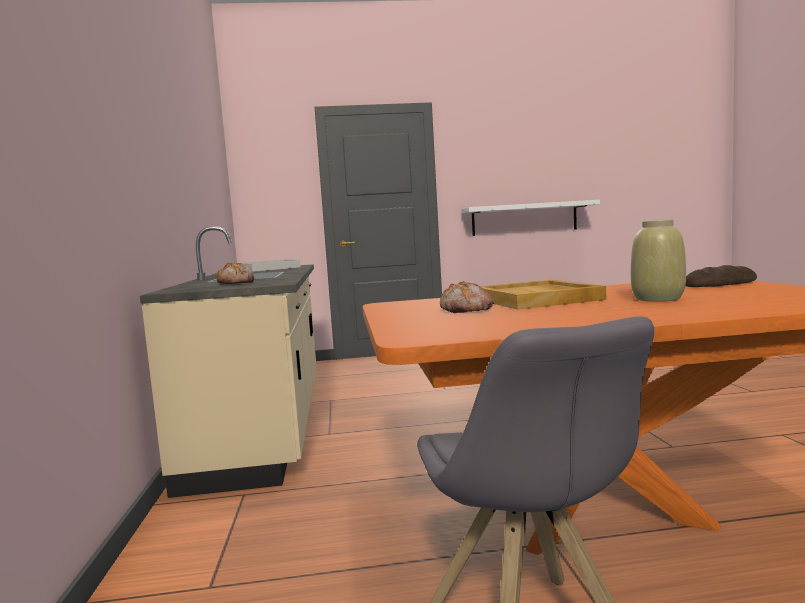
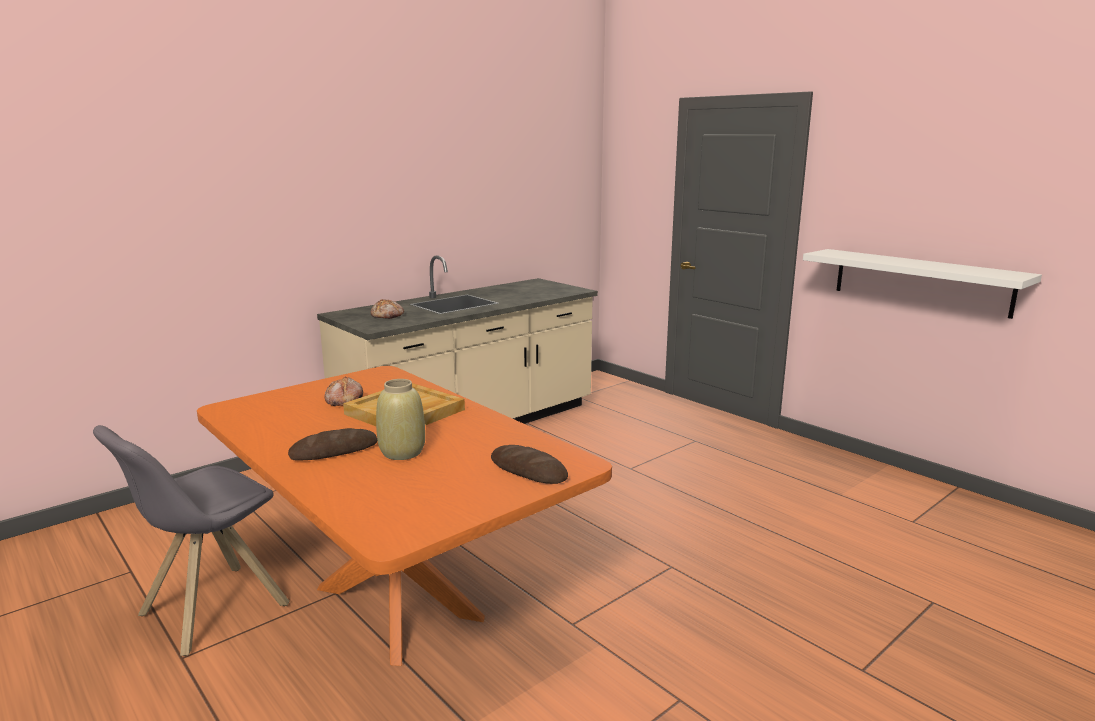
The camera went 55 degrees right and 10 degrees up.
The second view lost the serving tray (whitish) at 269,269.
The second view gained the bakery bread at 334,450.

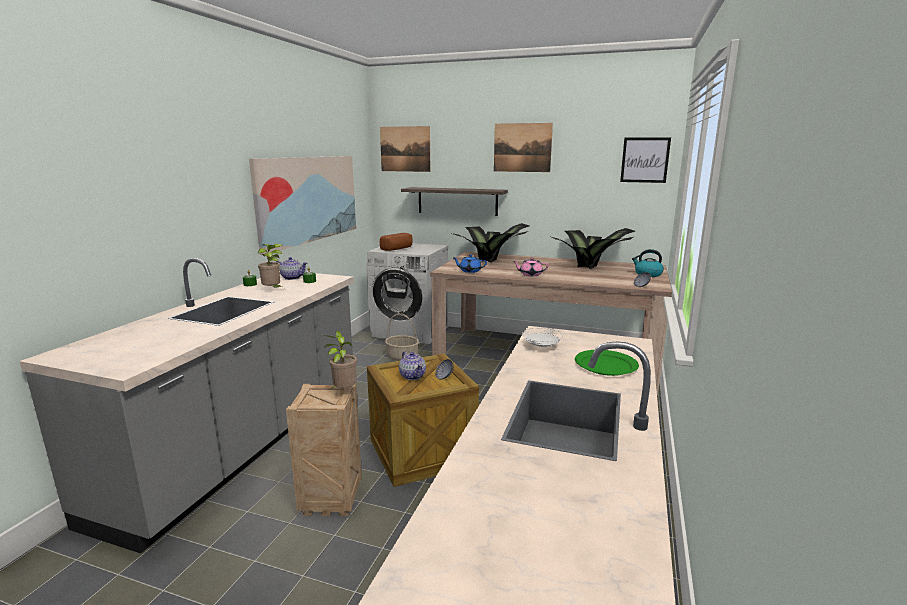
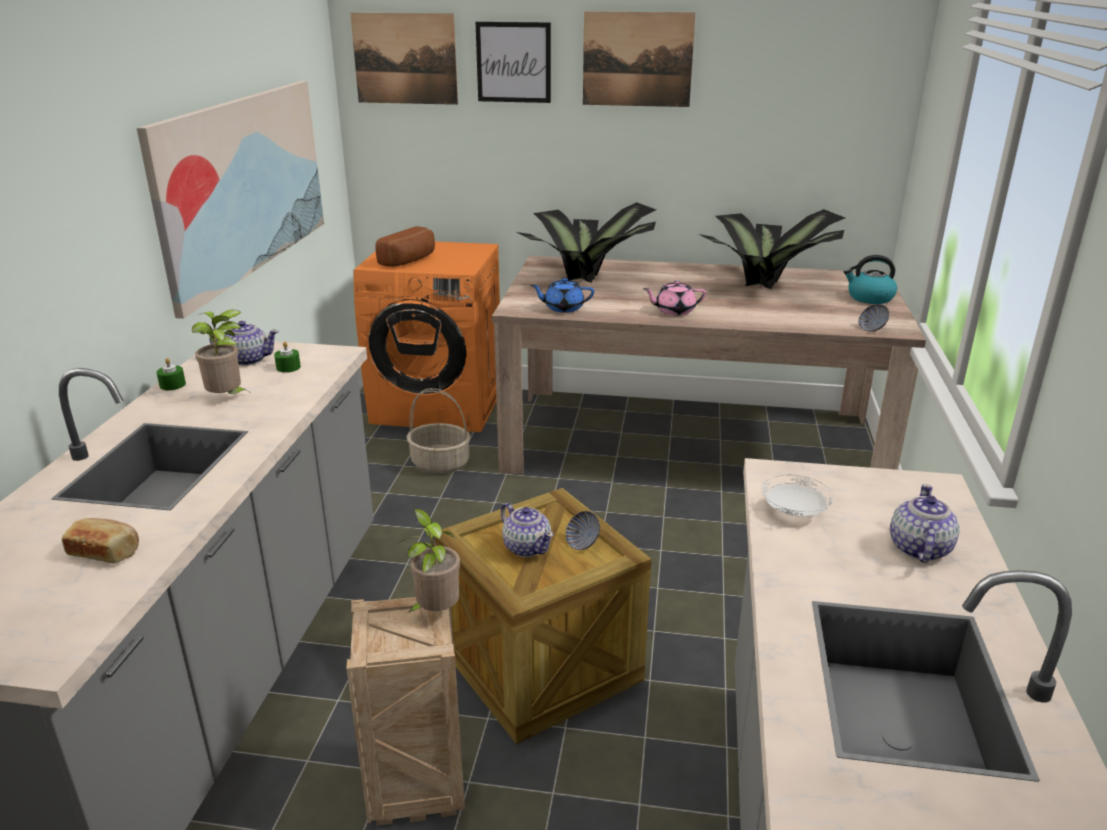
The camera went 10 degrees left and 10 degrees up.
The second view lost the bracket shelf at 457,201.
The second view gained the bakery bread at 105,552.
The wall picture ended up elsewhere, having gone from 645,160 to 513,62.
Where the flat dish (green-coloured) stood at 605,365, the pot for tea came to stand at 918,549.
What was the laundry appliance (whitish) at 411,333 turned into the laundry appliance (orange-coloured) at 438,409.

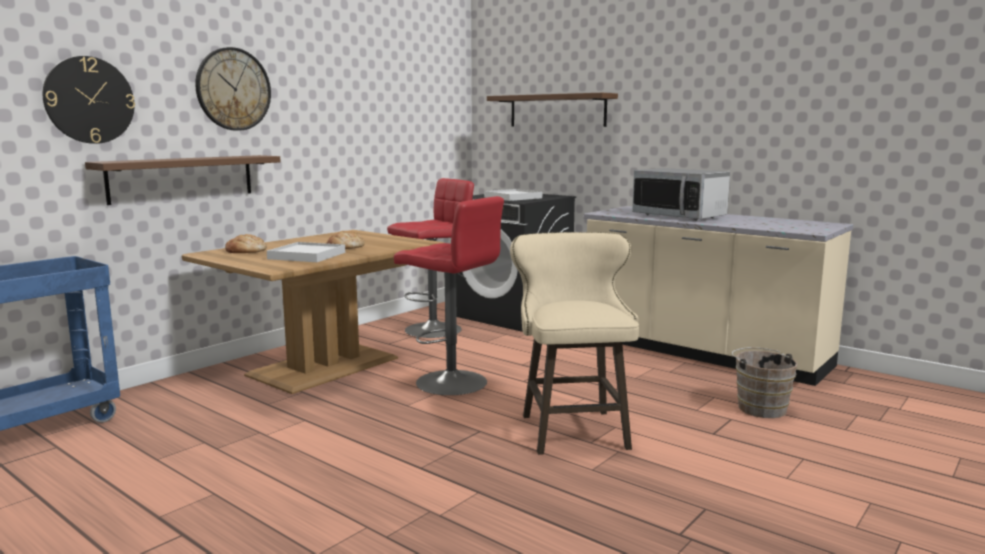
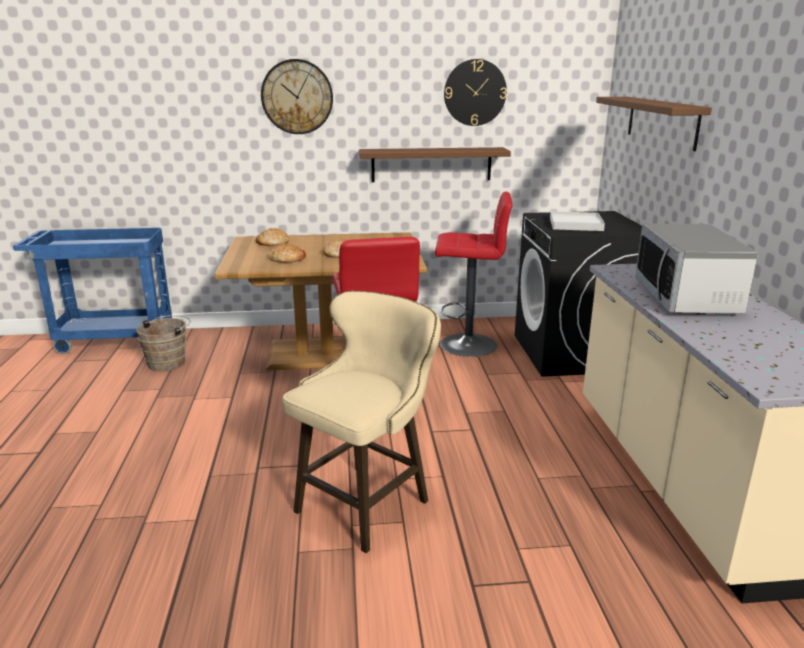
The camera went 45 degrees right and 10 degrees up.
The hanging clock ended up elsewhere, having gone from 89,100 to 475,92.
The bracket shelf (brown) ended up elsewhere, having gone from 182,178 to 431,164.
The bucket (brown) ended up elsewhere, having gone from 760,407 to 169,362.
Where the serving tray (whitish) stood at 307,256, the bakery bread came to stand at 287,258.

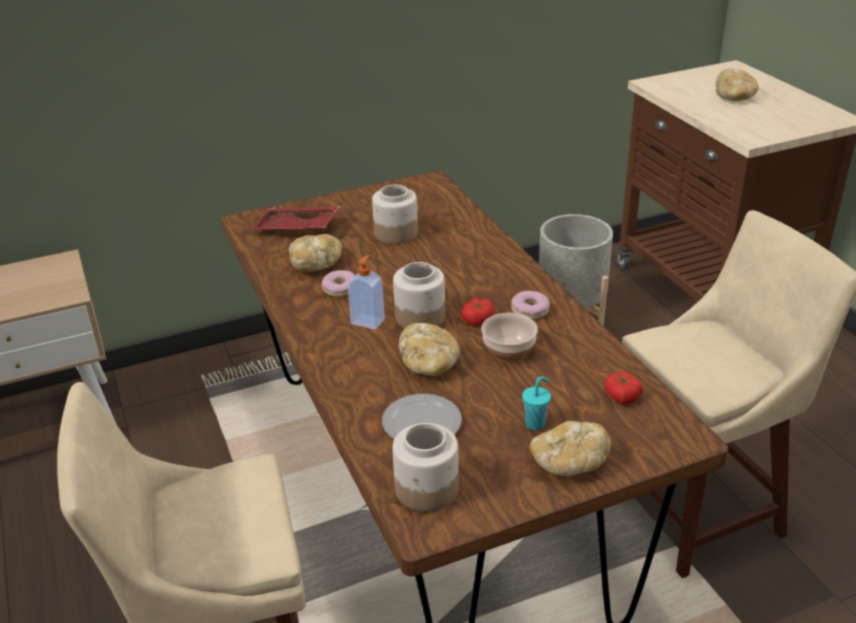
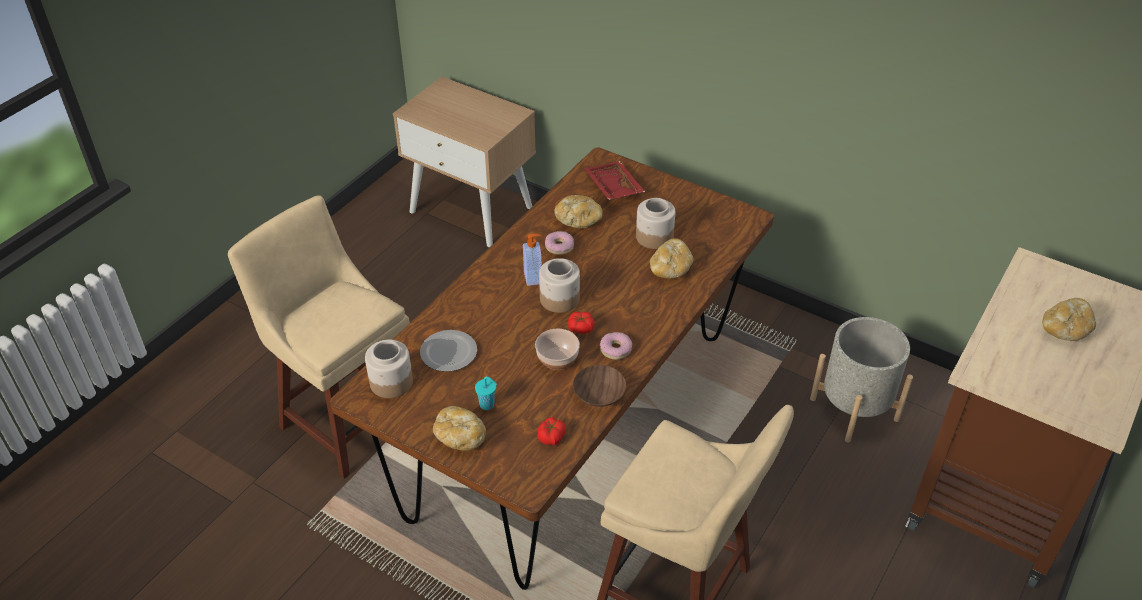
The camera went 55 degrees right and 10 degrees up.
The second view gained the serving bowl (brown) at 599,395.
The bakery bread ended up elsewhere, having gone from 429,363 to 670,269.

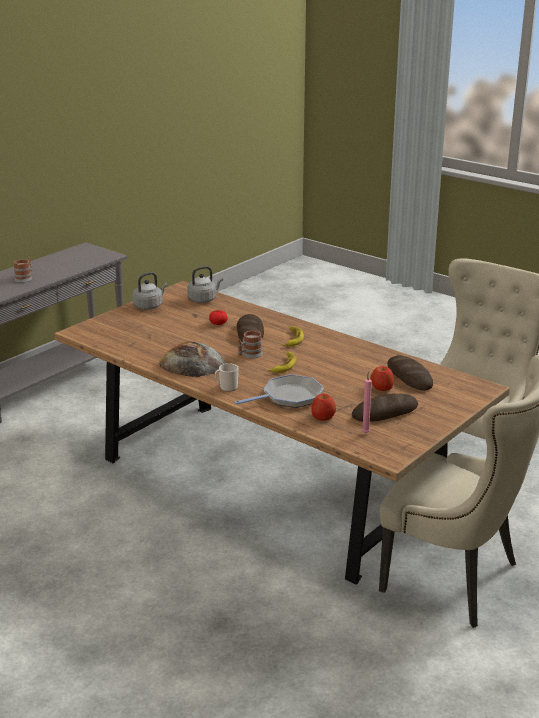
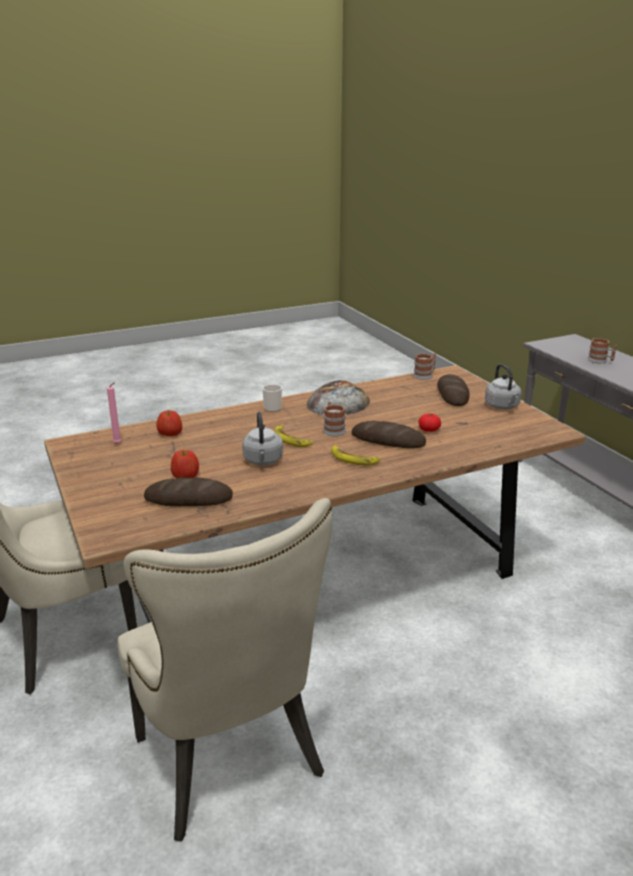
The camera went 115 degrees right and 0 degrees up.
The second view lost the pan at 289,397.
The second view gained the mug at 425,375.
The tea kettle (greyish) ended up elsewhere, having gone from 203,299 to 263,461.
The bakery bread ended up elsewhere, having gone from 385,412 to 452,394.

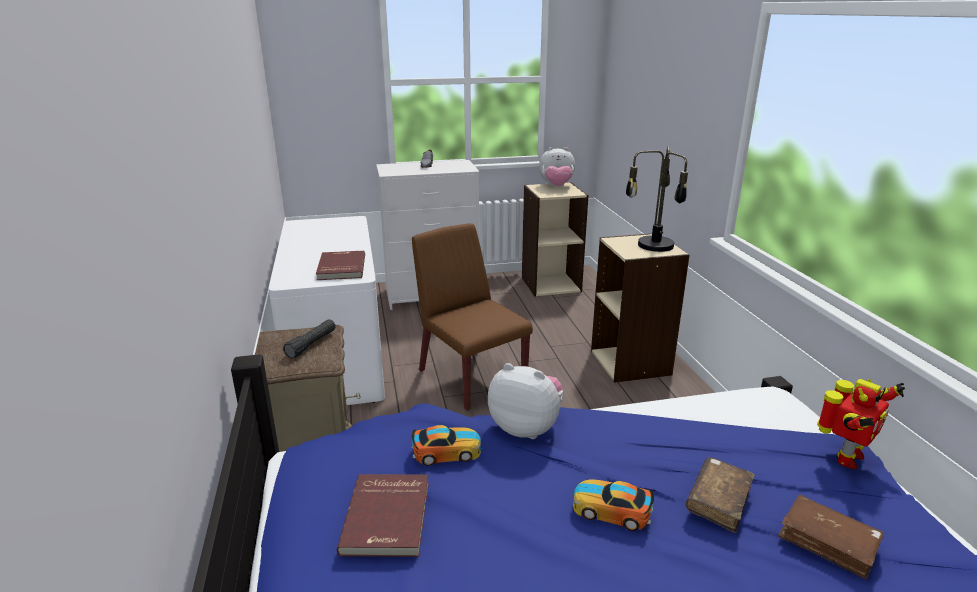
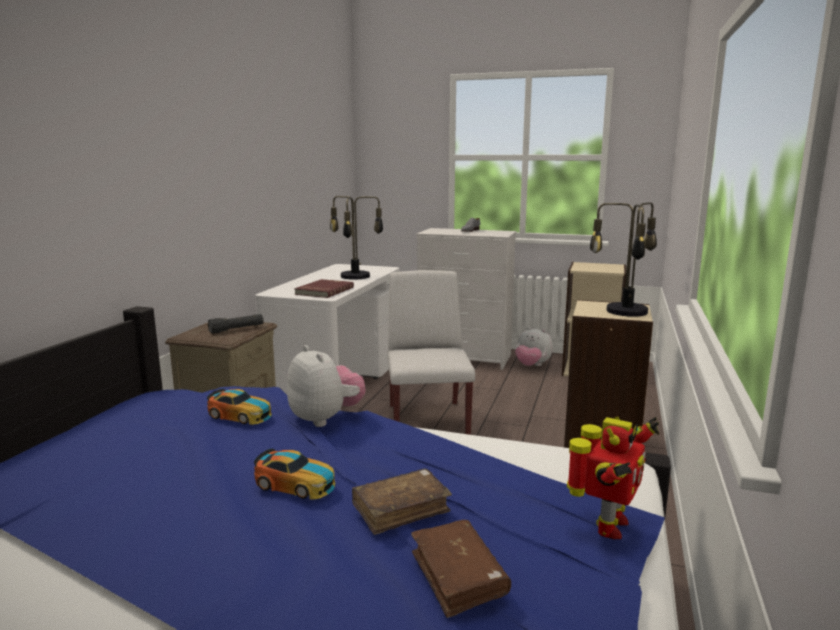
The camera went 30 degrees right and 10 degrees down.
The second view lost the bound book (red-coloured) at 388,517.
The second view gained the table lamp at 354,276.
The soft toy ended up elsewhere, having gone from 556,186 to 532,366.
What was the plain chair (brown) at 471,378 turned into the plain chair (whitish) at 427,421.
The toy car at 611,510 ended up facing another way, 150 degrees clockwise from before.
The model robot at 846,458 ended up facing another way, 45 degrees counterclockwise from before.

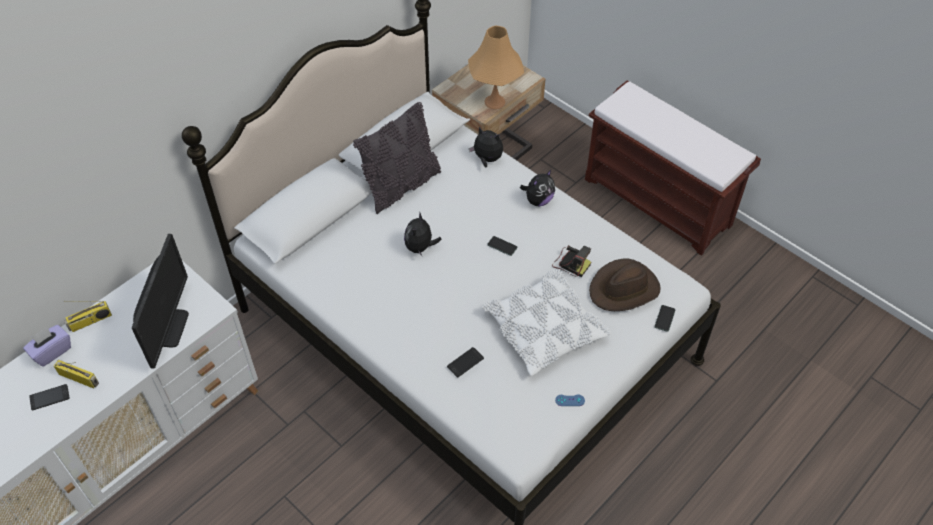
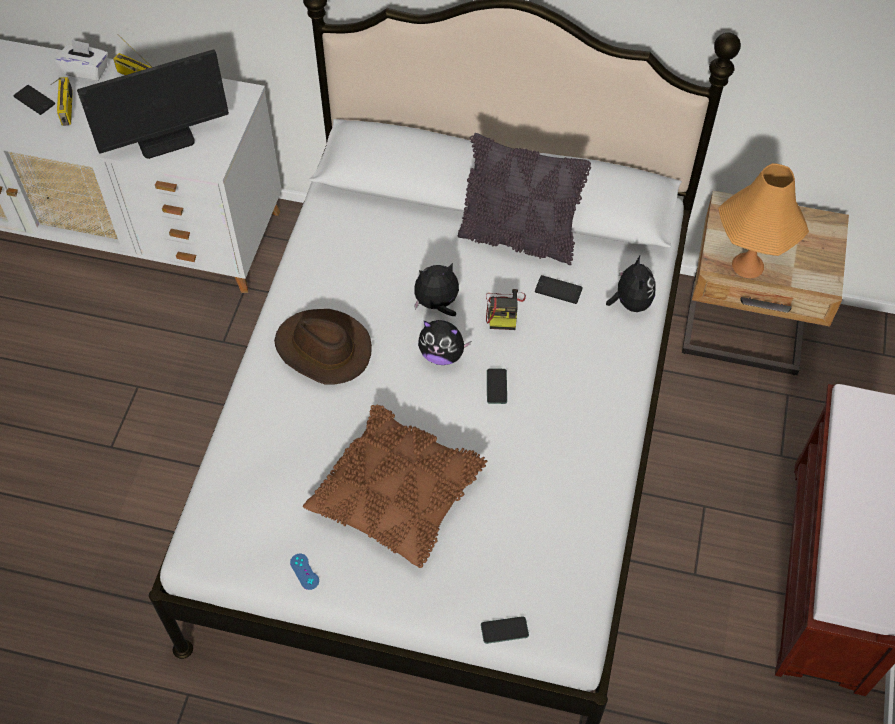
The camera went 60 degrees right and 5 degrees up.
The handset ended up elsewhere, having gone from 465,362 to 558,290.
The soft toy ended up elsewhere, having gone from 538,200 to 442,354.
The still camera ended up elsewhere, having gone from 570,263 to 504,310.
The hat (brown) ended up elsewhere, having gone from 624,289 to 323,349.
What was the box of tissues (purplish) at 52,351 turned into the box of tissues (whitish) at 86,71.
What was the cushion (whitish) at 544,329 turned into the cushion (brown) at 397,493.

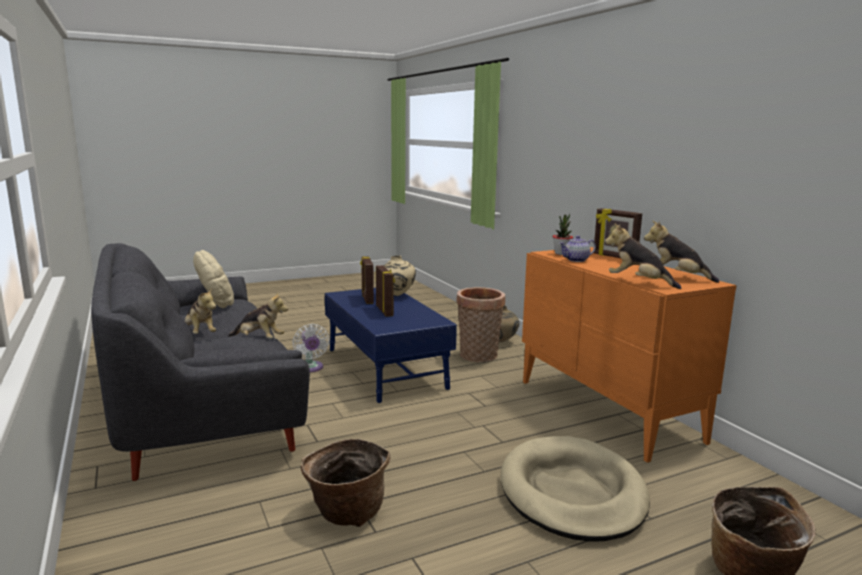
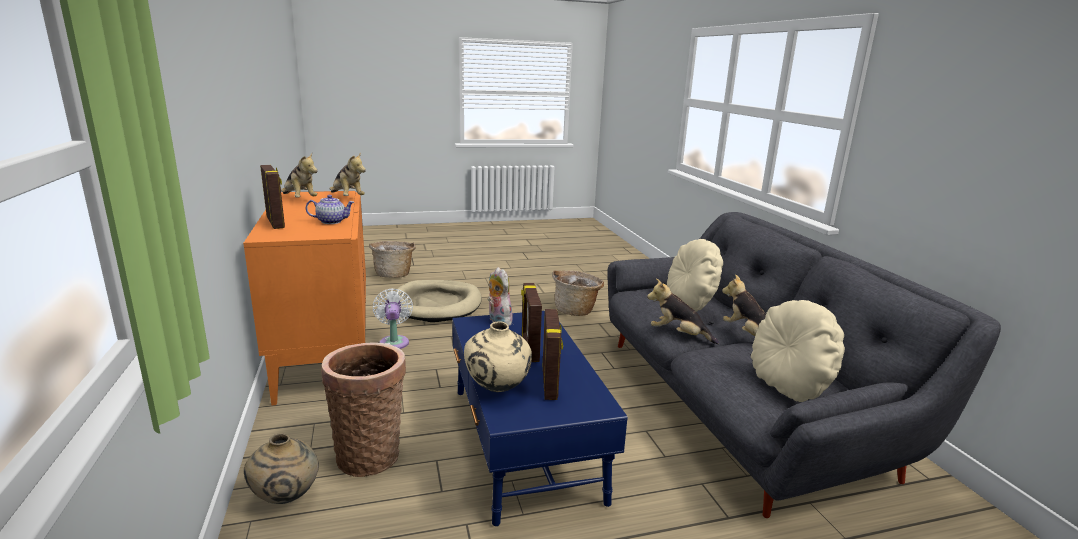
The camera went 170 degrees left and 5 degrees up.
The second view lost the potted plant at 561,253.
The second view gained the soft toy at 498,321.
The second view gained the cushion (beige) at 689,305.
The cooling fan (whitish) ended up elsewhere, having gone from 310,368 to 394,341.

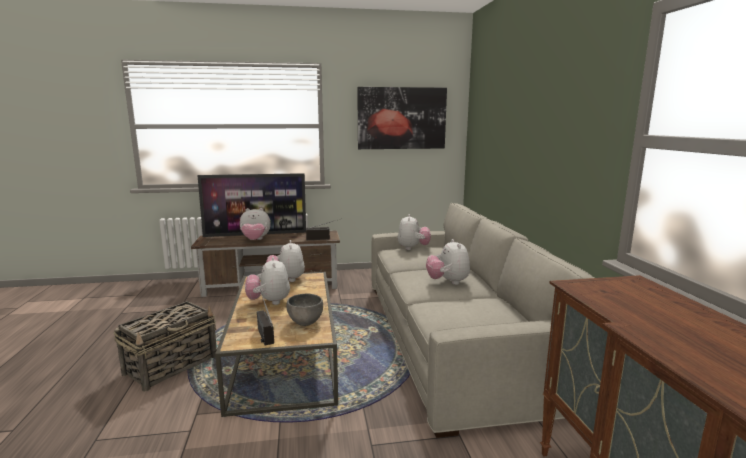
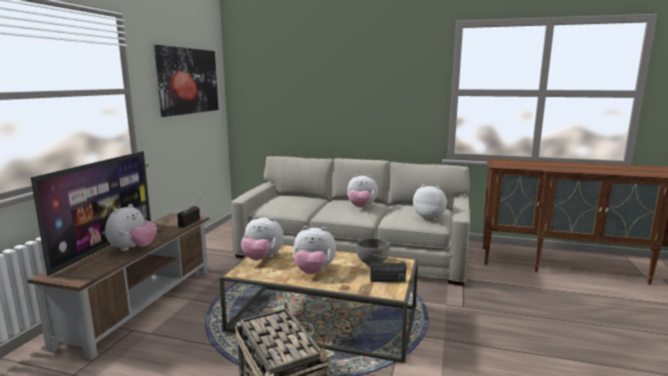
The camera went 65 degrees left and 0 degrees up.
The soft toy ended up elsewhere, having gone from 413,248 to 430,218.

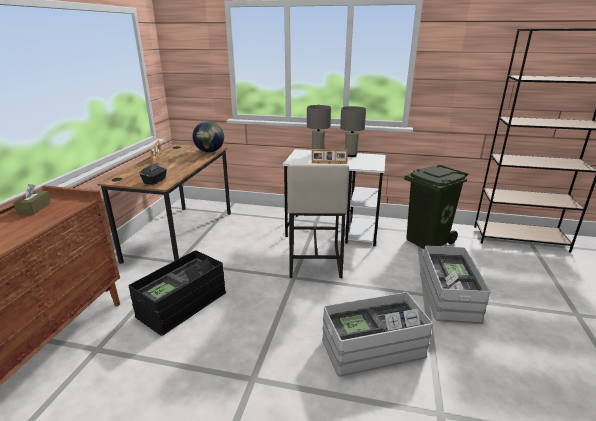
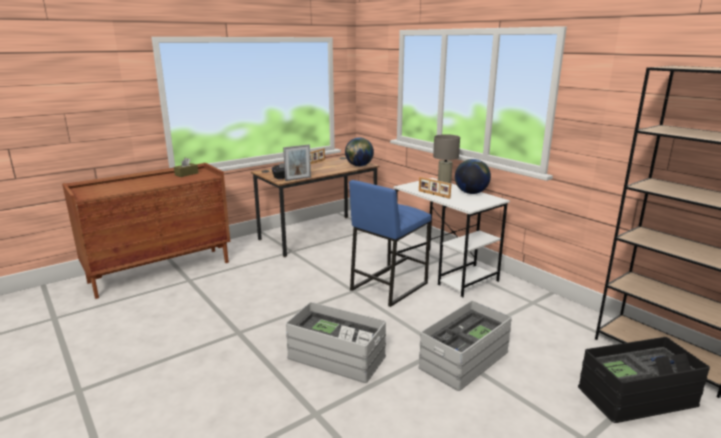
The camera went 40 degrees right and 5 degrees down.
The second view lost the rubbish bin (green-coloured) at 426,239.
The second view gained the picture frame at 298,179.
The storage box (black-coloured) ended up elsewhere, having gone from 182,303 to 636,395.
Where the table lamp (greyish) stood at 350,155, the desk globe came to stand at 471,193.
What was the stool (beige) at 314,260 turned into the stool (blue) at 389,286.

